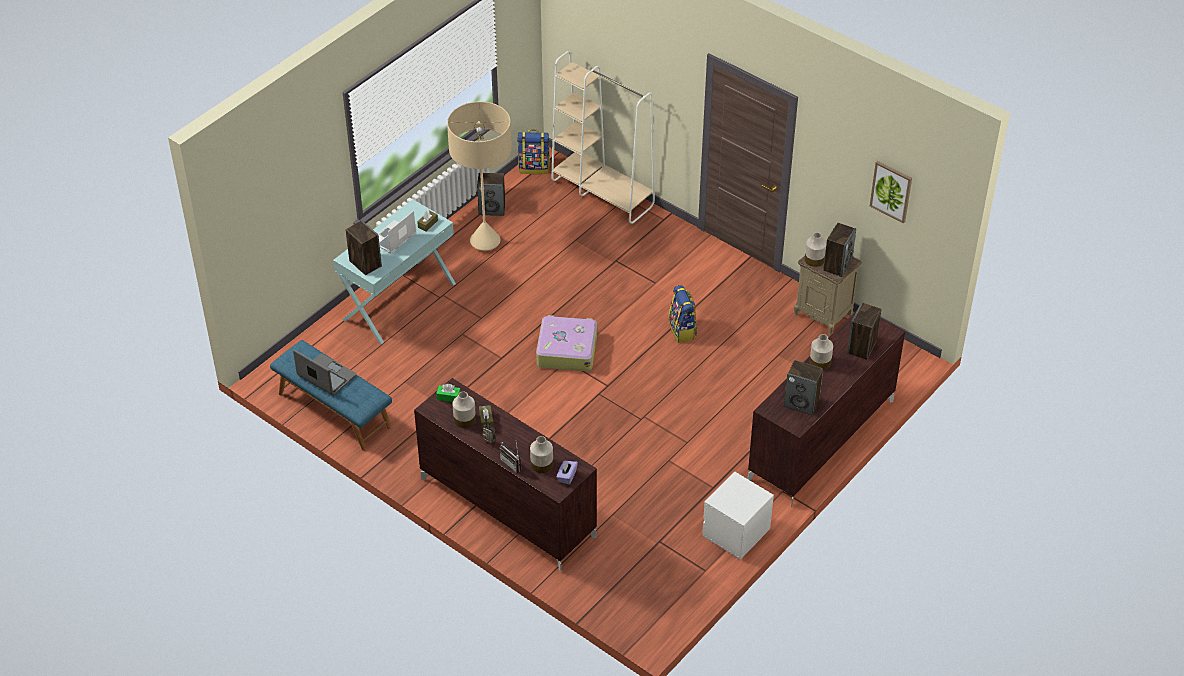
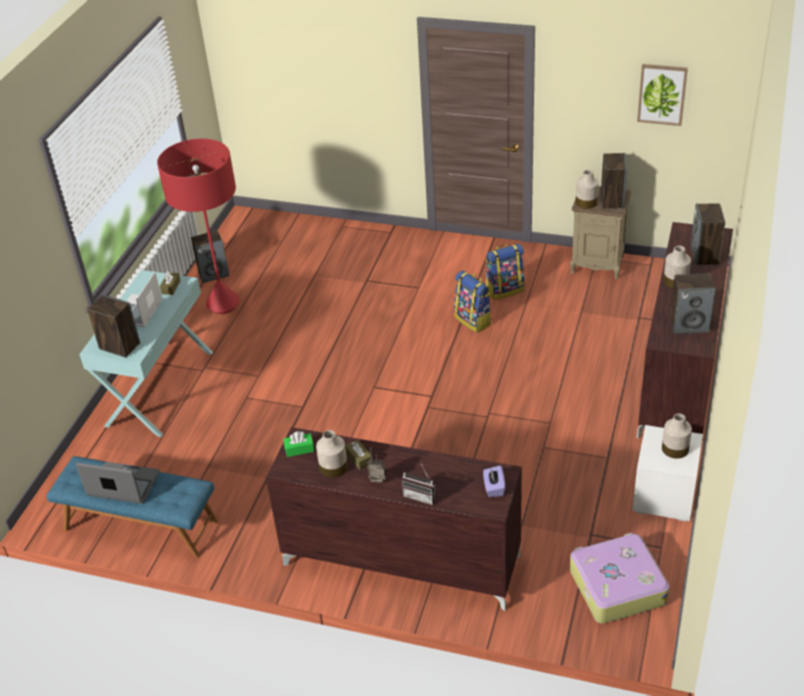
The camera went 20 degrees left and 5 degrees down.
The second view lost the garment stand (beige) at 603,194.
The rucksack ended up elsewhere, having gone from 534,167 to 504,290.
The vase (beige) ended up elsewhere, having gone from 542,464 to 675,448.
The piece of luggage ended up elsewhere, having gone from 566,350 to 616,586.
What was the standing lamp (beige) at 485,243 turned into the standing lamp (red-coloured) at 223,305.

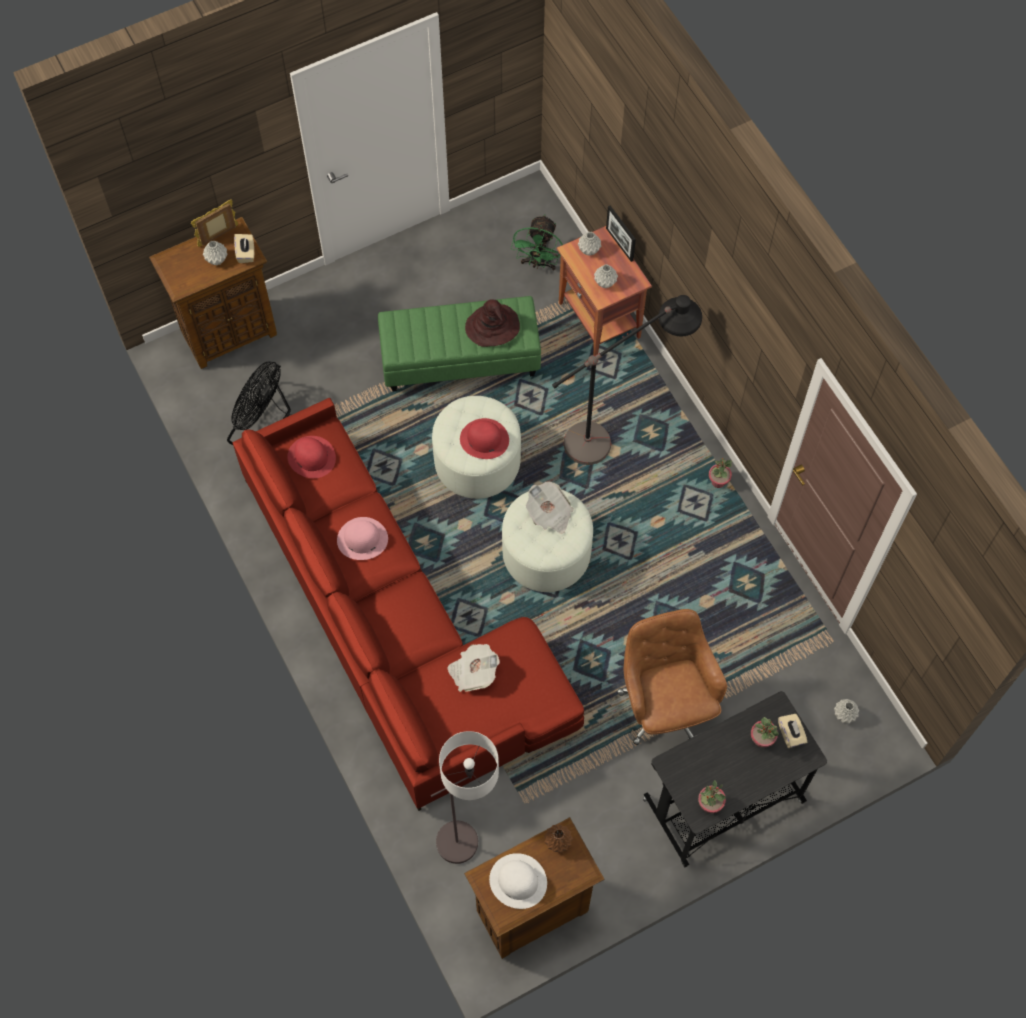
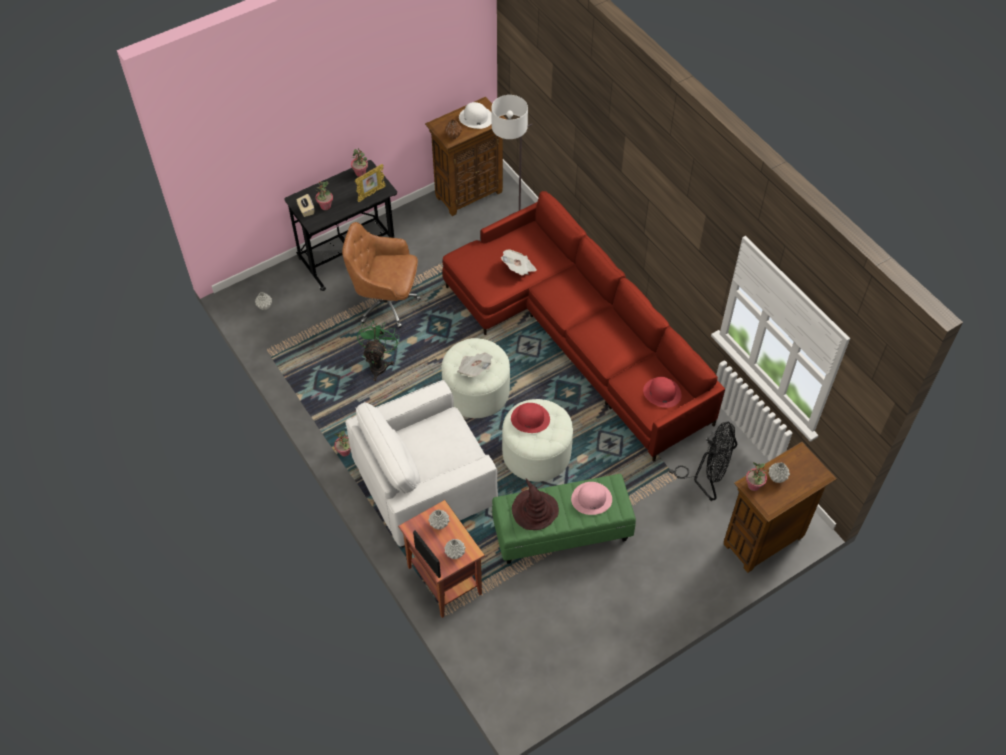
The camera went 175 degrees right and 10 degrees down.
The picture frame ended up elsewhere, having gone from 218,236 to 371,194.
The hat (pinkish) ended up elsewhere, having gone from 362,539 to 591,499.
The cooling fan (green-coloured) ended up elsewhere, having gone from 538,263 to 379,363.
Where the box of tissues (beige) stood at 246,253, the potted plant came to stand at 753,485.
Where the standing lamp (black-coloured) stood at 618,432, the armchair (whitish) came to stand at 425,484.
The office chair (brown) at 666,706 ended up facing another way, 120 degrees clockwise from before.

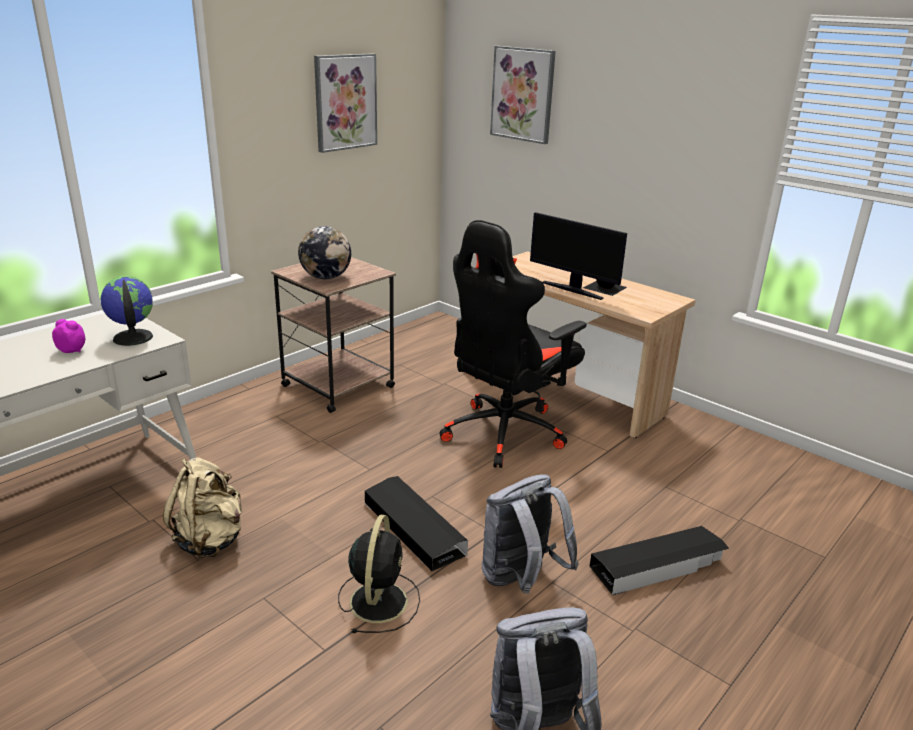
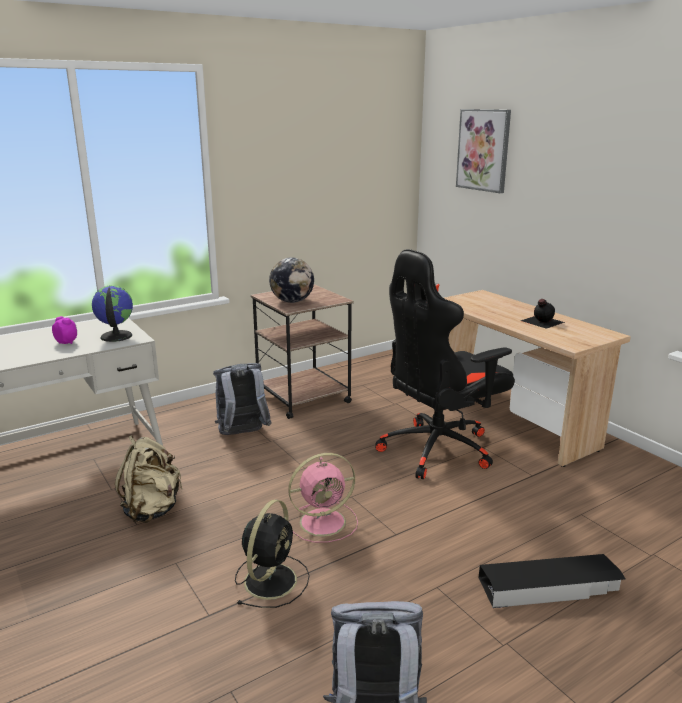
The camera went 15 degrees right and 5 degrees down.
The second view lost the wall picture at 345,102.
The second view lost the computer display at 573,290.
The rucksack (greyish) ended up elsewhere, having gone from 520,580 to 242,434.
Where the storage box (black-coloured) stood at 413,528, the cooling fan (pinkish) came to stand at 325,521.

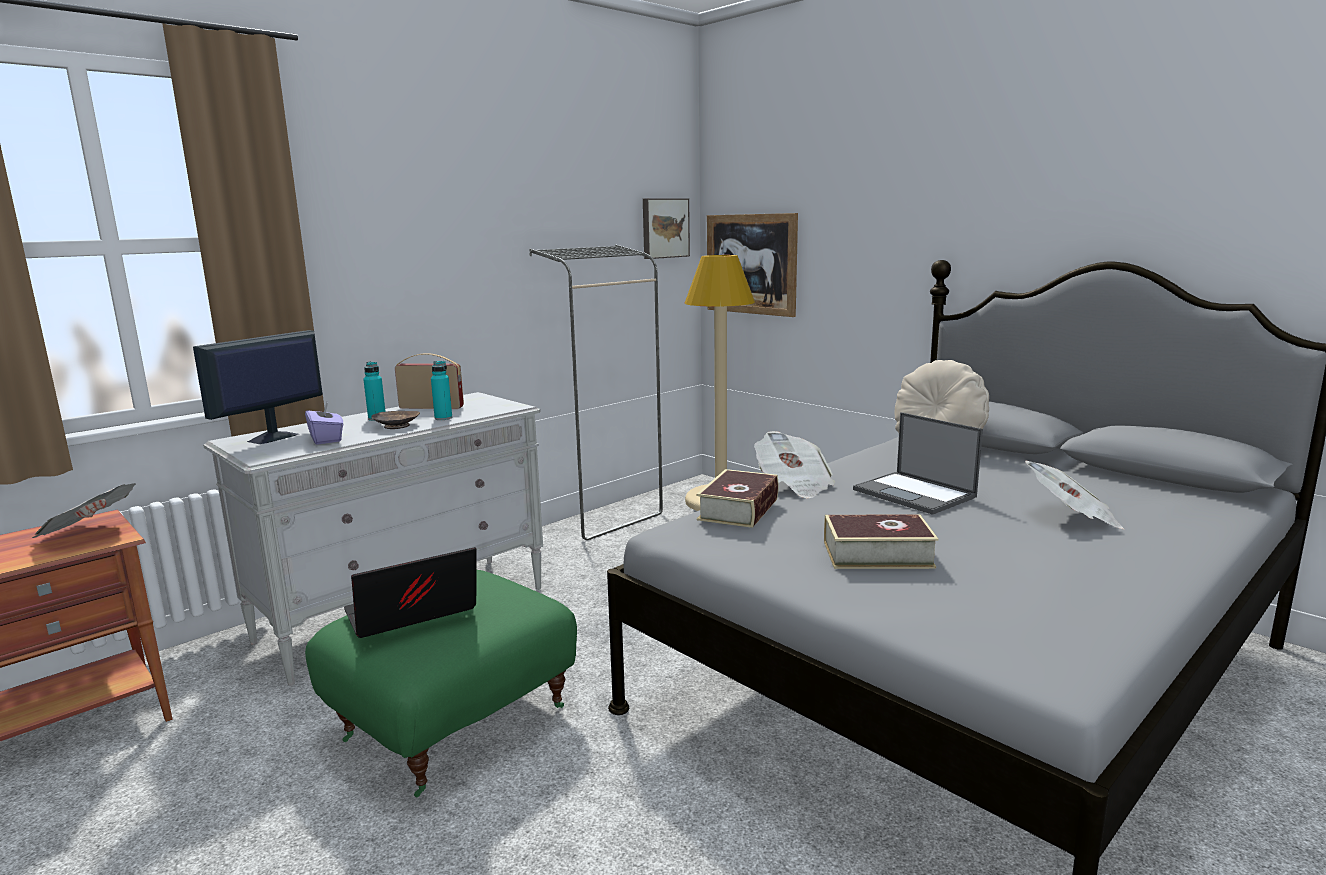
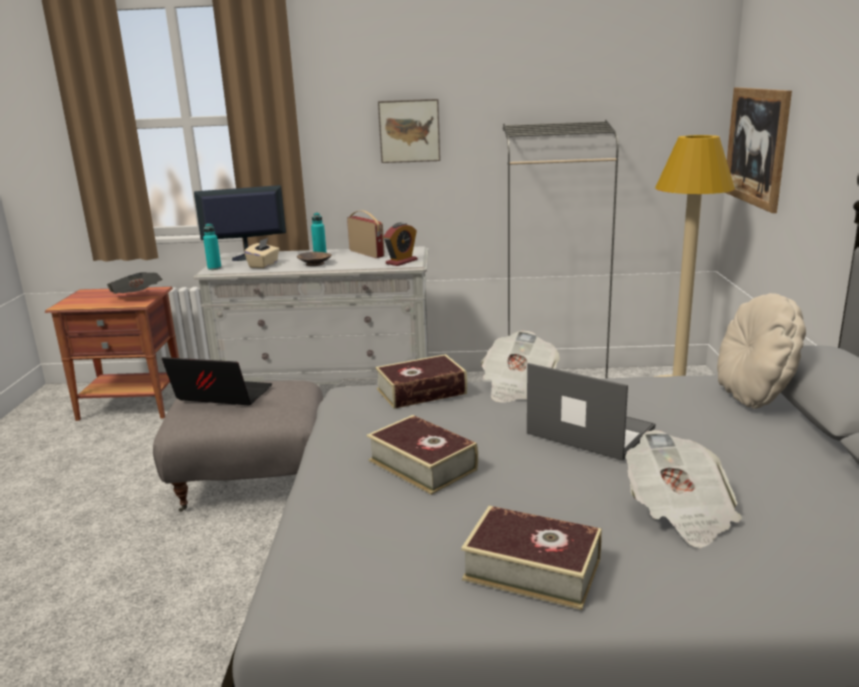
The camera went 45 degrees right and 5 degrees up.
The second view gained the bedside clock at 401,262.
The second view gained the bound book at 532,569.
The beverage bottle (turquoise) ended up elsewhere, having gone from 443,418 to 214,268.
The wall picture ended up elsewhere, having gone from 664,228 to 409,131.
What was the box of tissues (purplish) at 327,439 turned into the box of tissues (beige) at 264,265.
What was the ottoman (green-coloured) at 454,722 turned into the ottoman (greyish) at 253,480.
The portable computer at 915,494 ended up facing another way, 120 degrees clockwise from before.

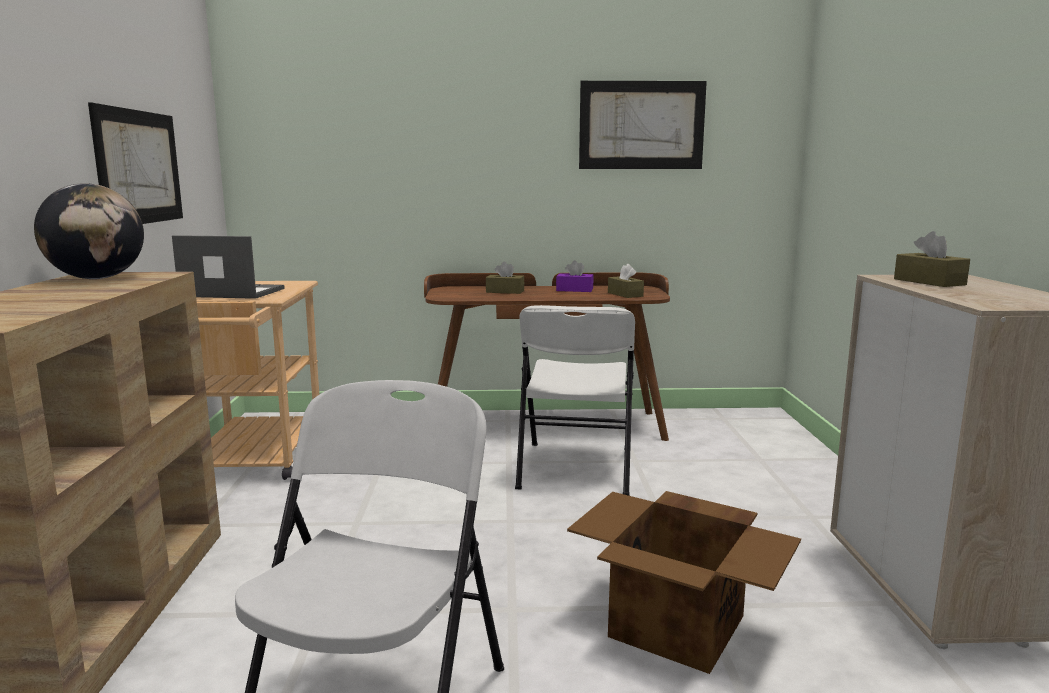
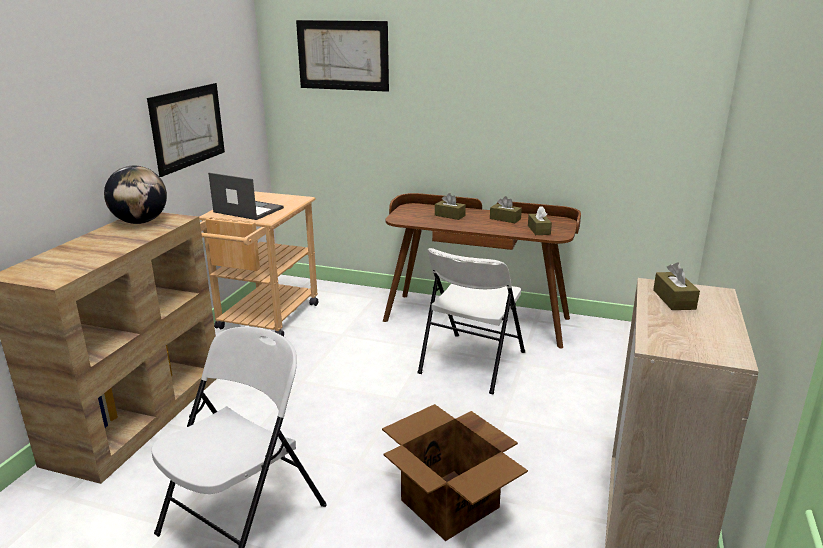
The camera went 20 degrees right and 10 degrees up.
The wall picture ended up elsewhere, having gone from 641,125 to 342,55.
What was the box of tissues (purplish) at 574,290 turned into the box of tissues (brown) at 505,219.

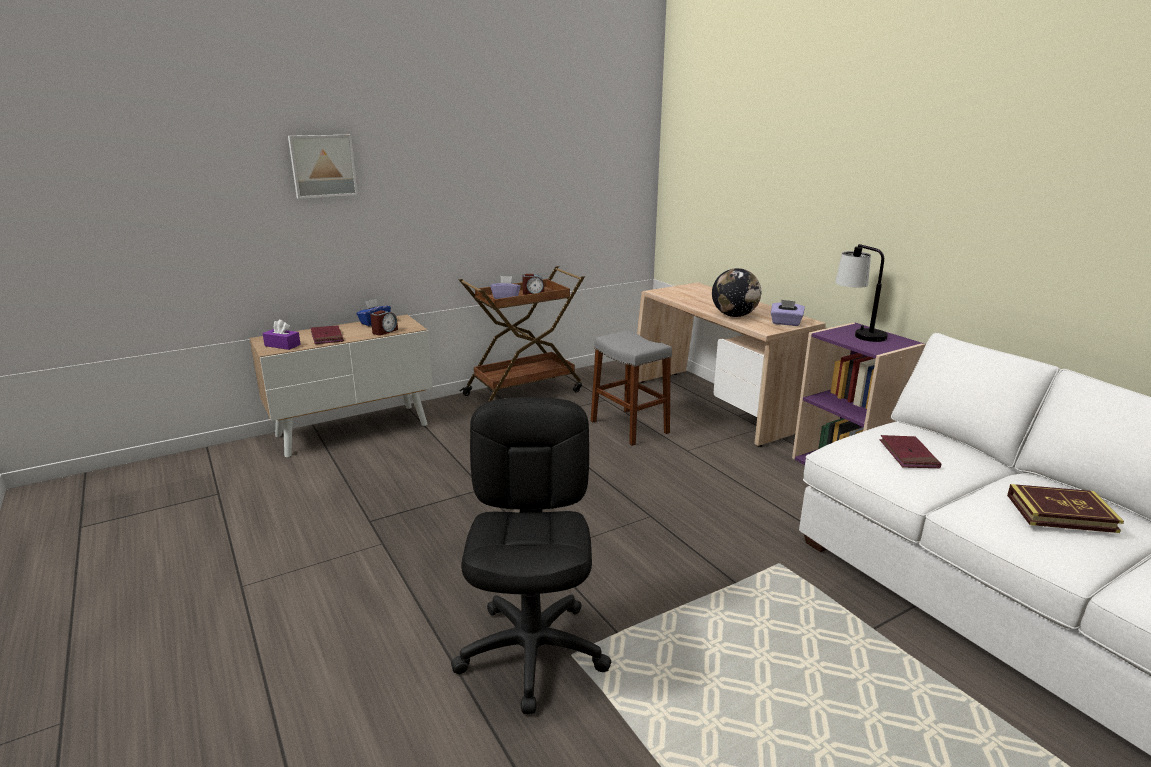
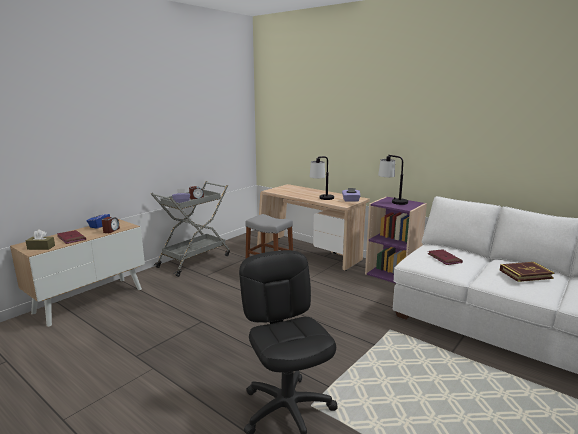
The camera went 20 degrees left and 5 degrees down.
The second view lost the wall picture at 323,166.
Where the desk globe stood at 734,316, the table lamp came to stand at 322,199.
What was the box of tissues (purplish) at 282,345 turned into the box of tissues (brown) at 41,247.
What was the trolley (brown) at 523,393 turned into the trolley (greyish) at 195,261.

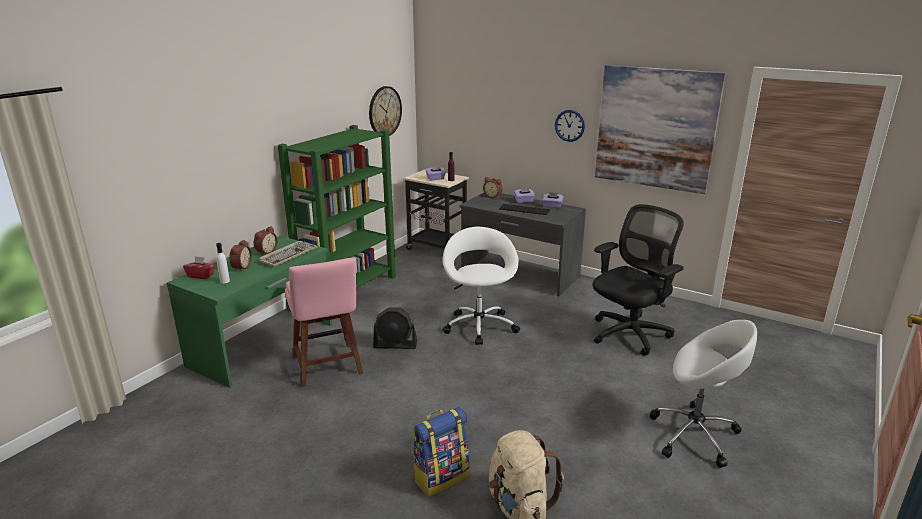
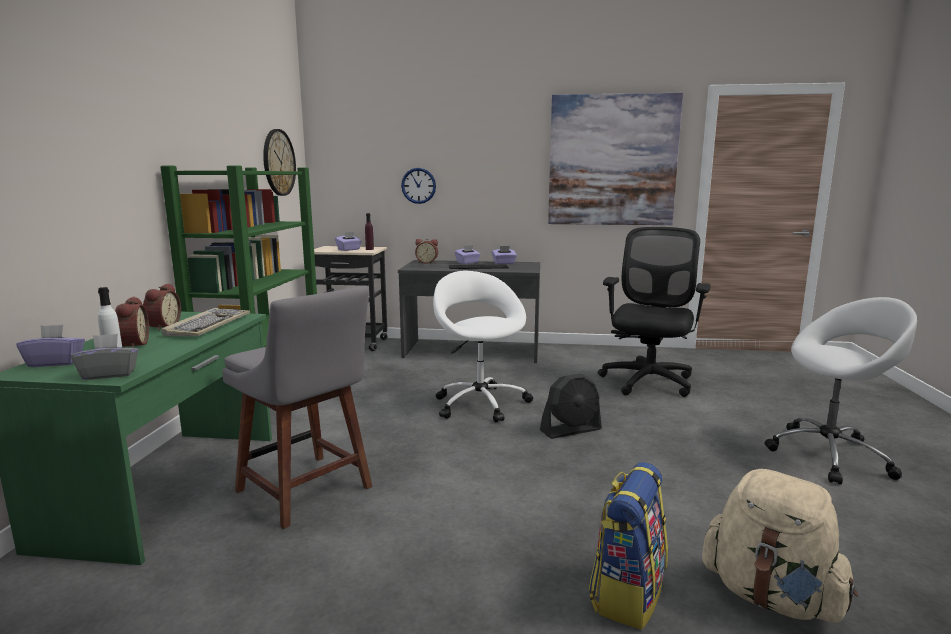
The camera went 25 degrees left and 10 degrees down.
The second view gained the box of tissues (greyish) at 109,374.
The cooling fan (black-coloured) ended up elsewhere, having gone from 395,345 to 571,430.
The hanging clock ended up elsewhere, having gone from 569,125 to 418,185.
What was the box of tissues (red-coloured) at 201,276 turned into the box of tissues (purplish) at 55,362.
What was the stool (pinkish) at 327,367 turned into the stool (greyish) at 307,491.

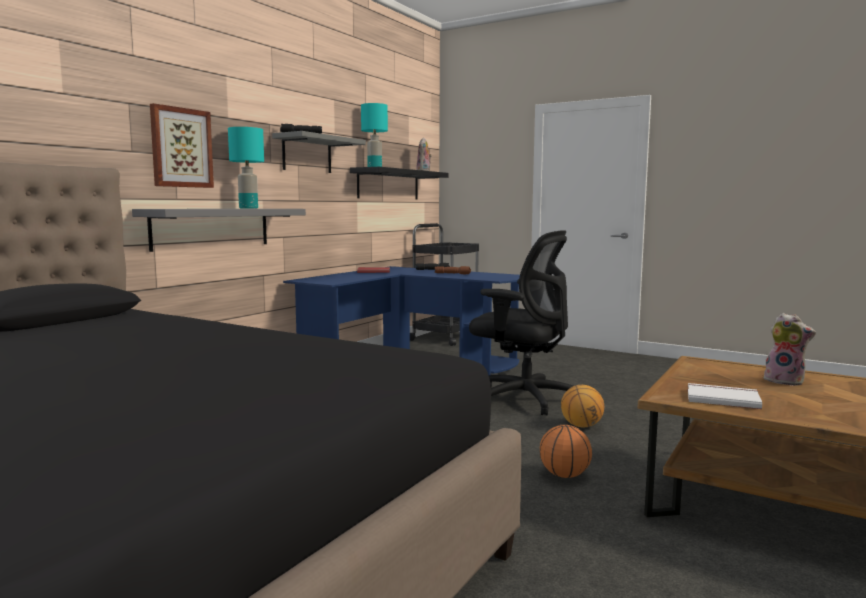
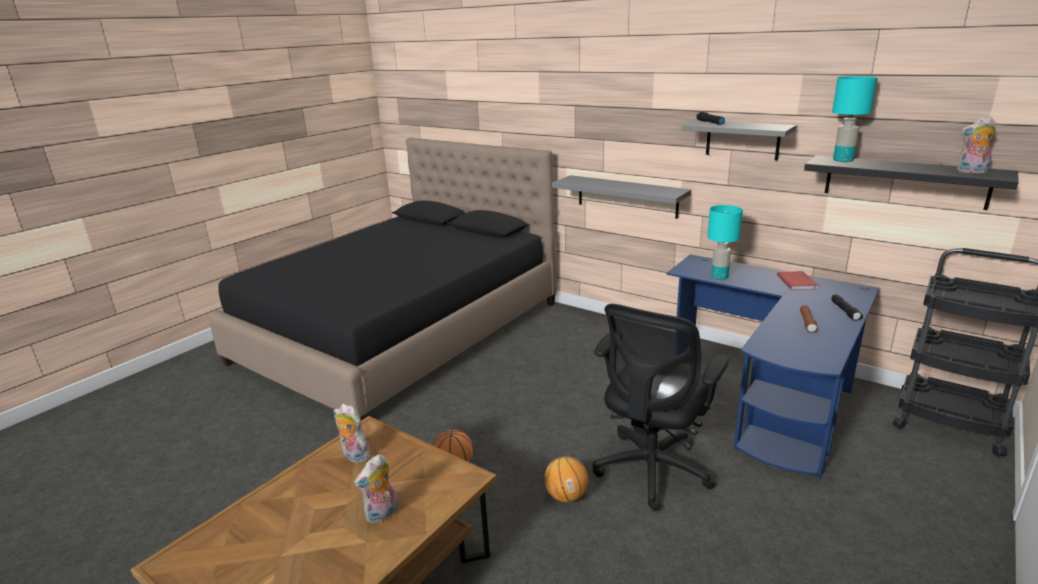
The camera went 95 degrees right and 15 degrees up.
The second view lost the wall picture at 181,148.
The table lamp (turquoise) ended up elsewhere, having gone from 249,208 to 720,277.
Where the bound book (whitish) stood at 722,398, the soft toy came to stand at 354,456.

